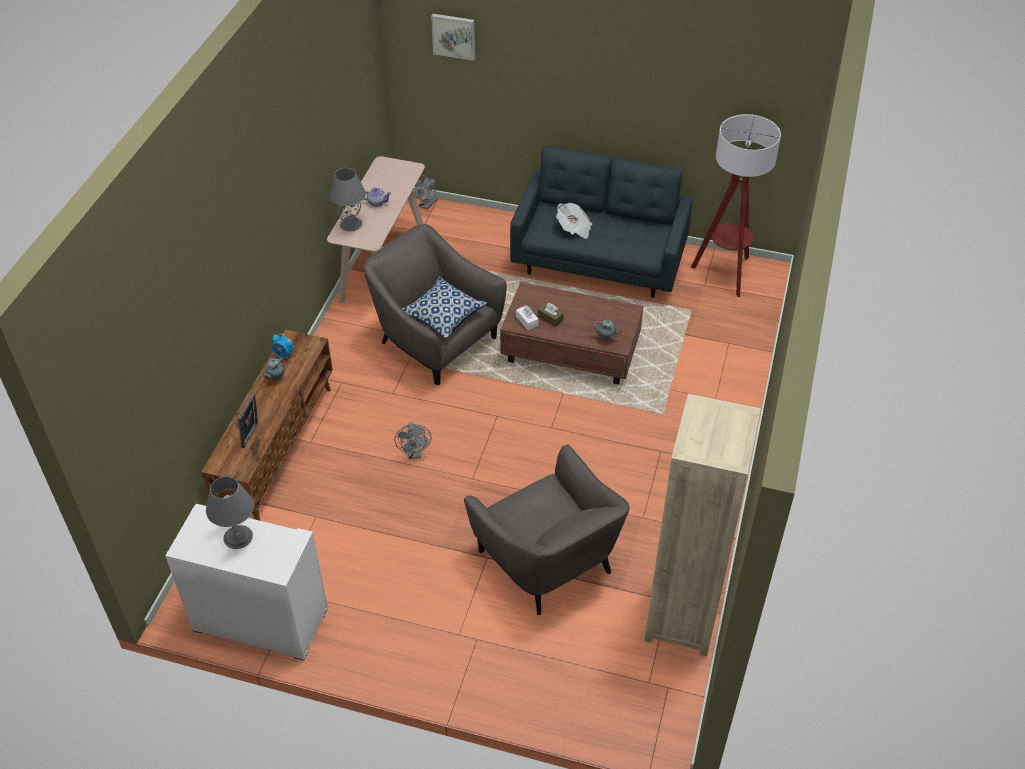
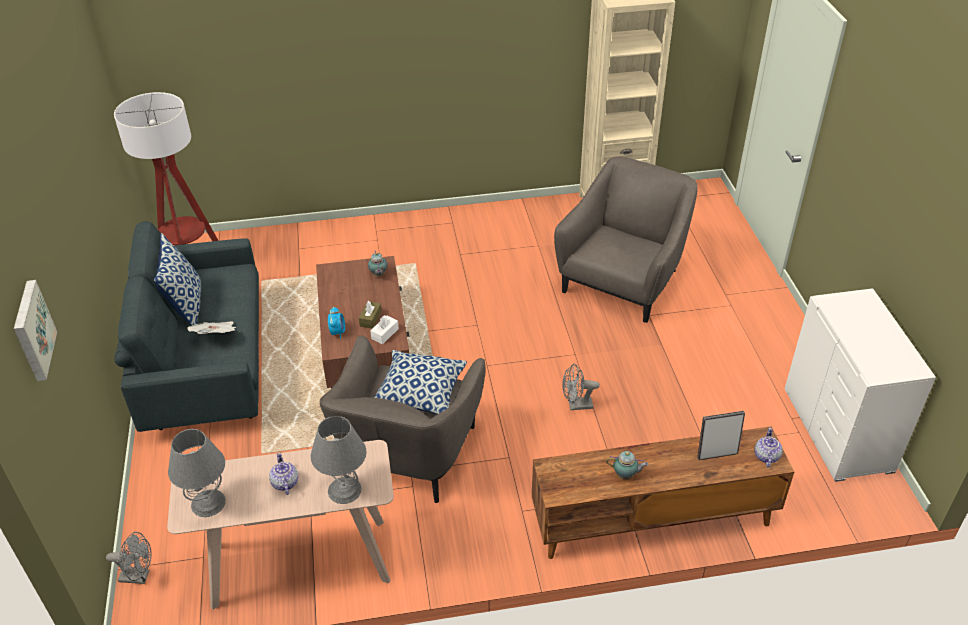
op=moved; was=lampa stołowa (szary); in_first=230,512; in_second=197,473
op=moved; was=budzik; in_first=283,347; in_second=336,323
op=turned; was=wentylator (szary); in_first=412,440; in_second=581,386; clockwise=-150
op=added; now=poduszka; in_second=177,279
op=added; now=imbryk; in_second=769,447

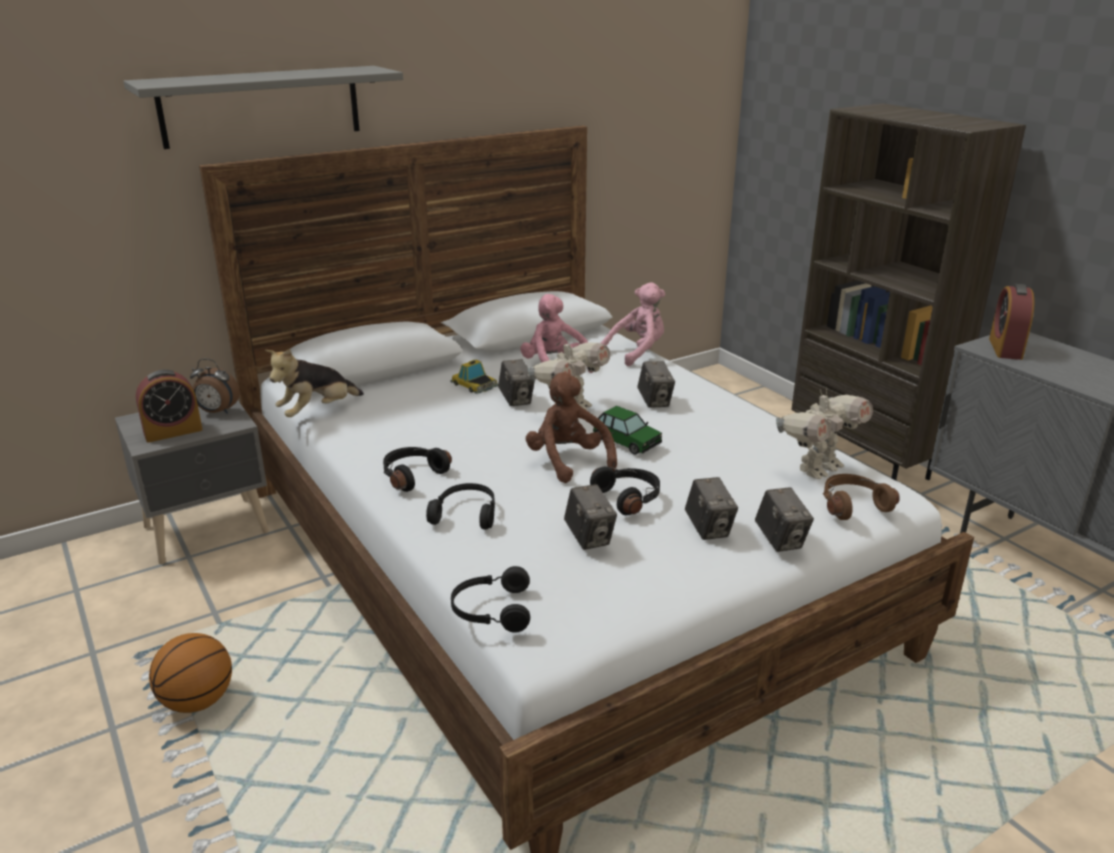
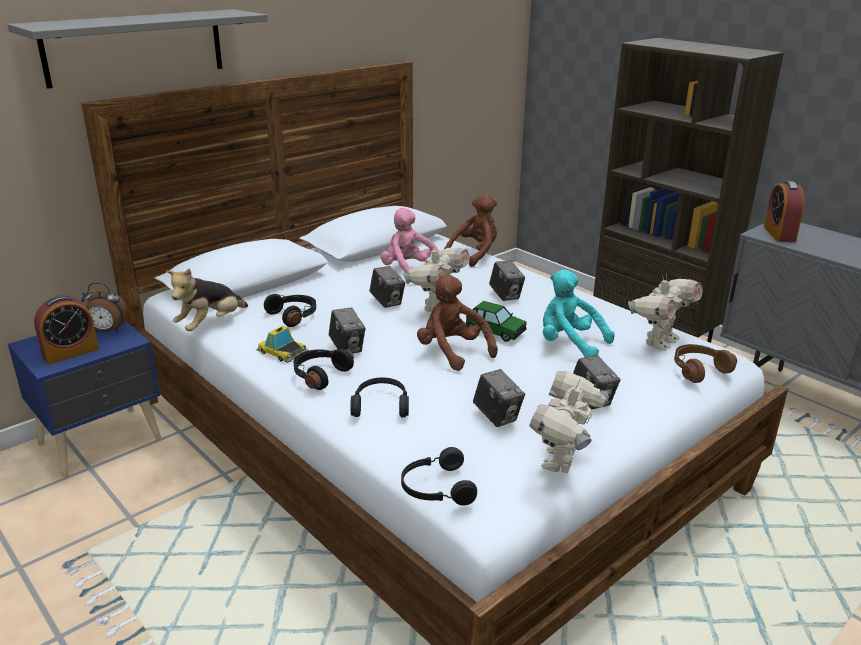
op=recoloured; was=szafka nocna (szary); now=szafka nocna (niebieski); in_first=192,482; in_second=84,399
op=removed; was=piłka do koszykówki; in_first=190,673
op=moved; was=samochodzik; in_first=474,377; in_second=282,344
op=moved; was=słuchawki (czarny); in_first=625,490; in_second=290,310
op=recoloured; was=pluszak (różowy); now=pluszak (brązowy); in_first=633,324; in_second=470,230
op=moved; was=aparat fotograficzny; in_first=784,519; in_second=347,331
op=added; now=robot zabawkowy; in_second=569,422
op=added; now=pluszak (turkusowy); in_second=579,313

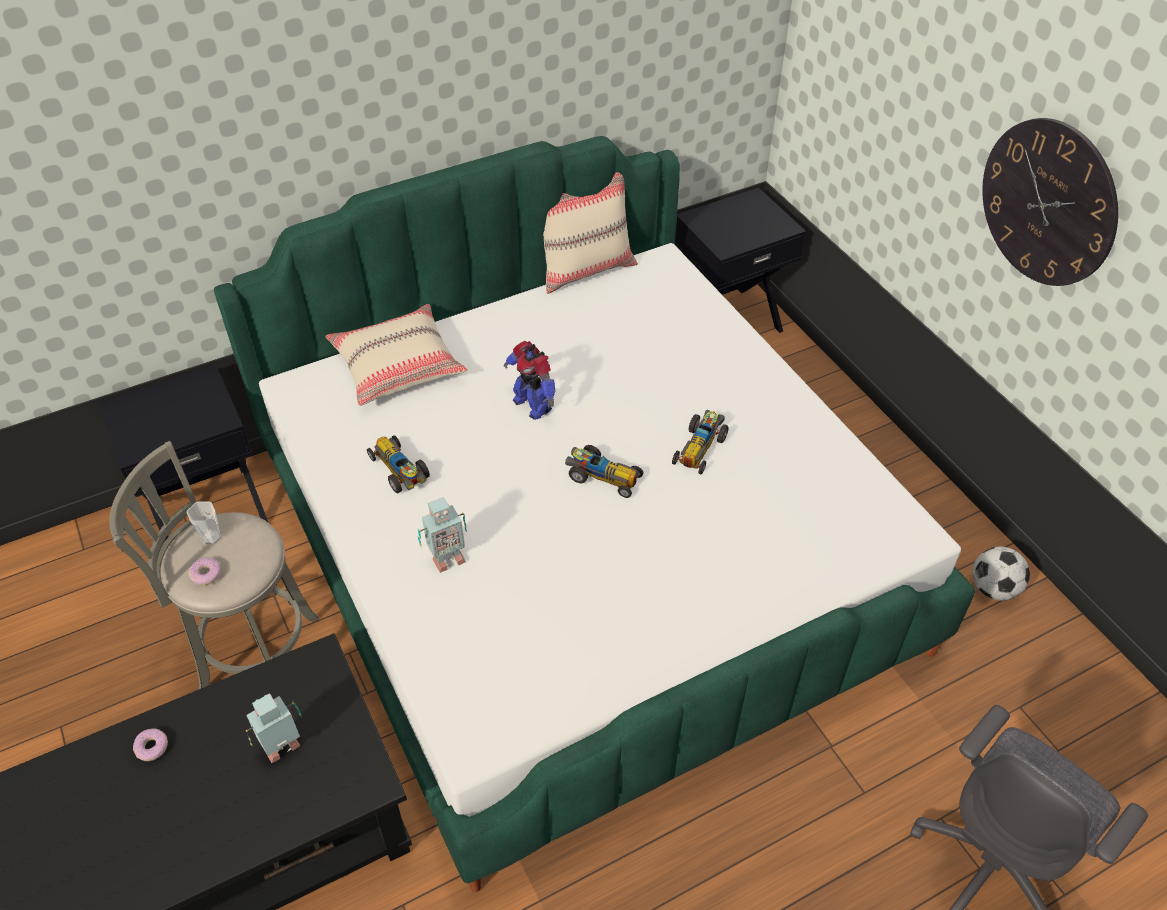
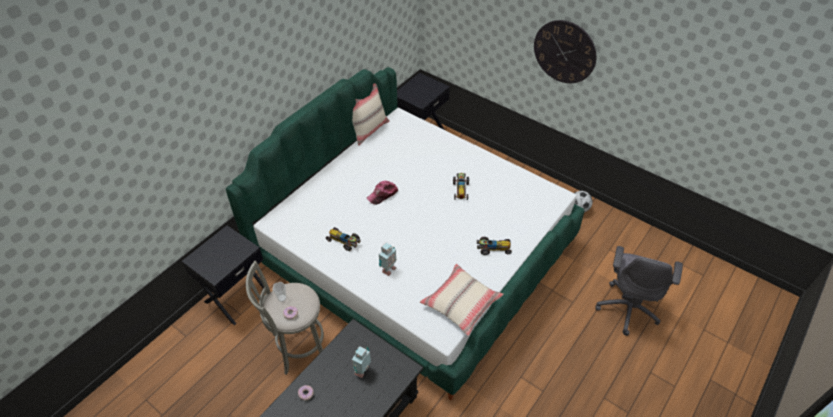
op=moved; was=poduszka (beżowy); in_first=396,355; in_second=462,300
op=replaced; was=robot zabawkowy; now=czapka z daszkiem; in_first=529,380; in_second=382,193
op=moved; was=samochodzik; in_first=604,471; in_second=494,246

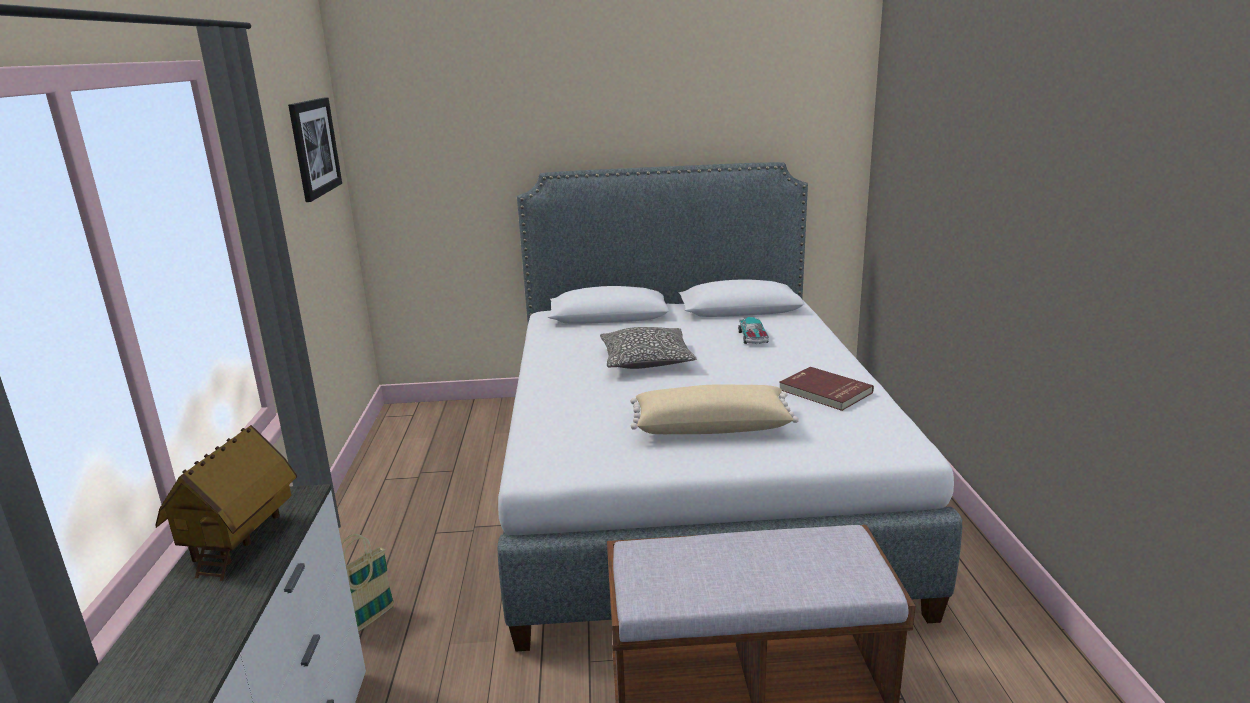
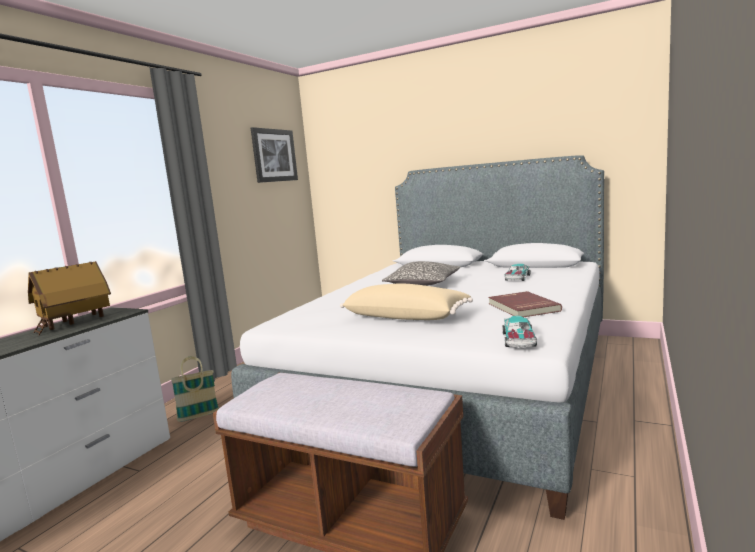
op=added; now=samochodzik; in_second=519,332

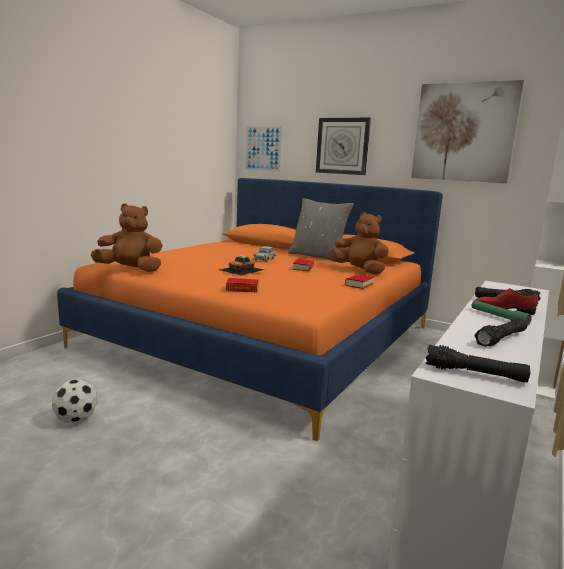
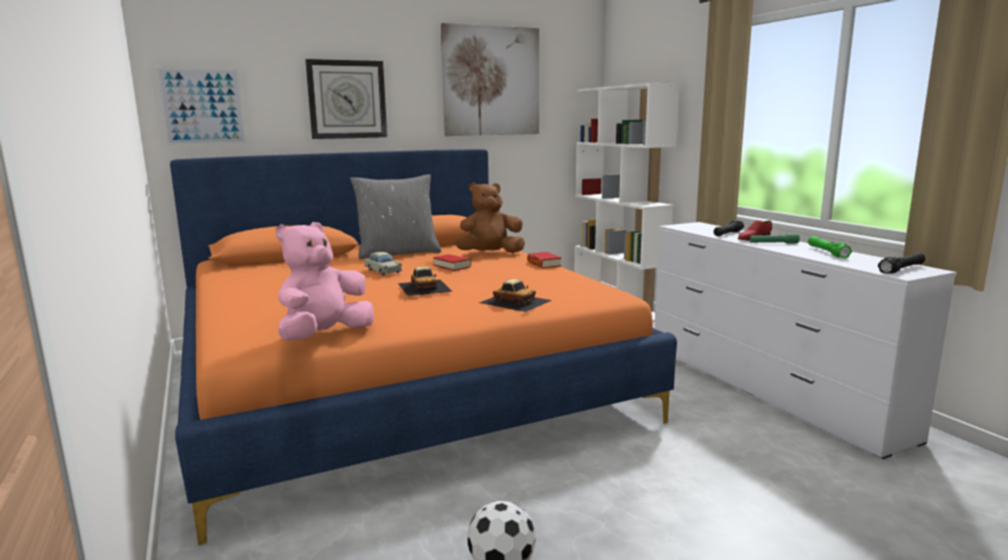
op=recoloured; was=pluszak (brązowy); now=pluszak (różowy); in_first=126,237; in_second=325,281
op=replaced; was=książka; now=samochodzik; in_first=242,285; in_second=515,295
op=recoloured; was=latarka (czarny); now=latarka (zielony); in_first=500,332; in_second=830,247

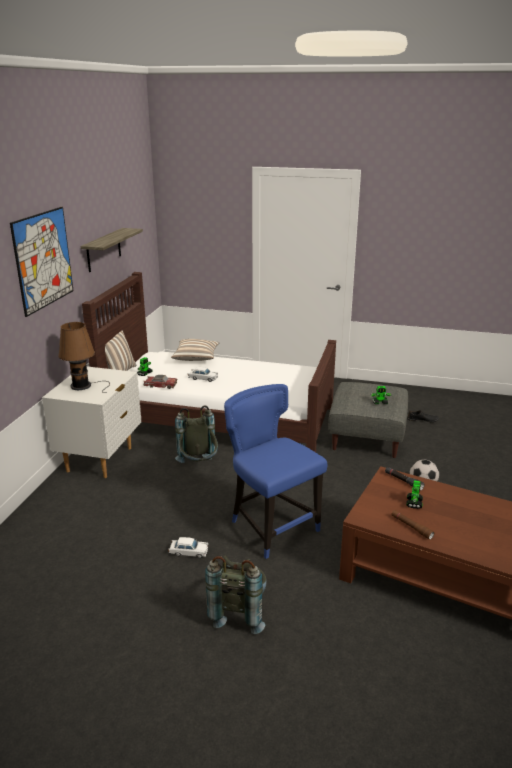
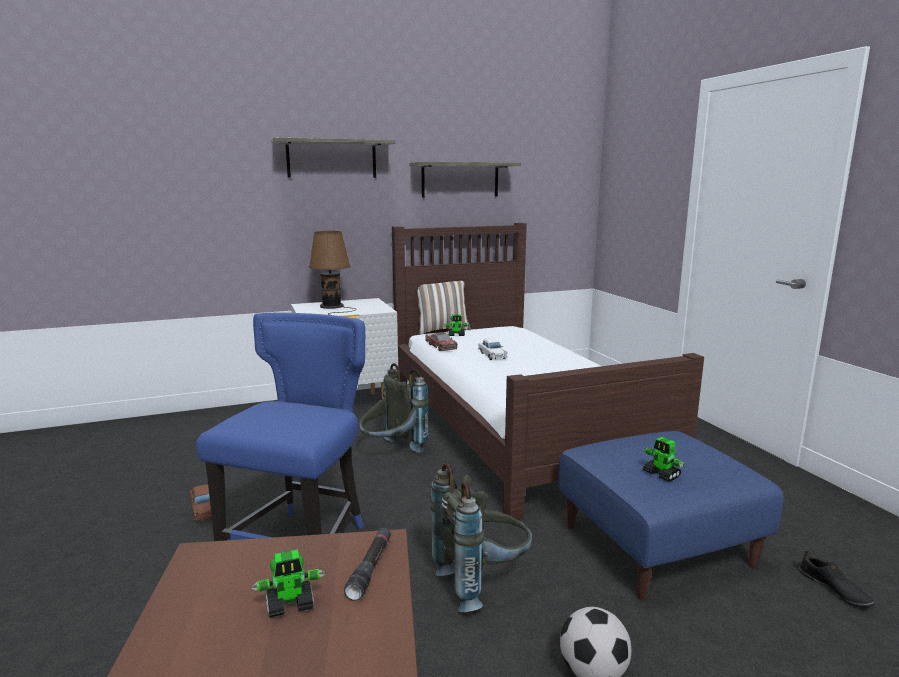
op=replaced; was=obraz; now=półka; in_first=41,262; in_second=333,157
op=recoloured; was=samochodzik (biały); now=samochodzik (brązowy); in_first=188,547; in_second=201,502
op=removed; was=poduszka; in_first=195,350
op=moved; was=plecak (szary); in_first=235,595; in_second=481,537
op=recoloured; was=pufa (szary); now=pufa (niebieski); in_first=368,420; in_second=671,515
op=removed; was=latarka (brązowy); in_first=413,525

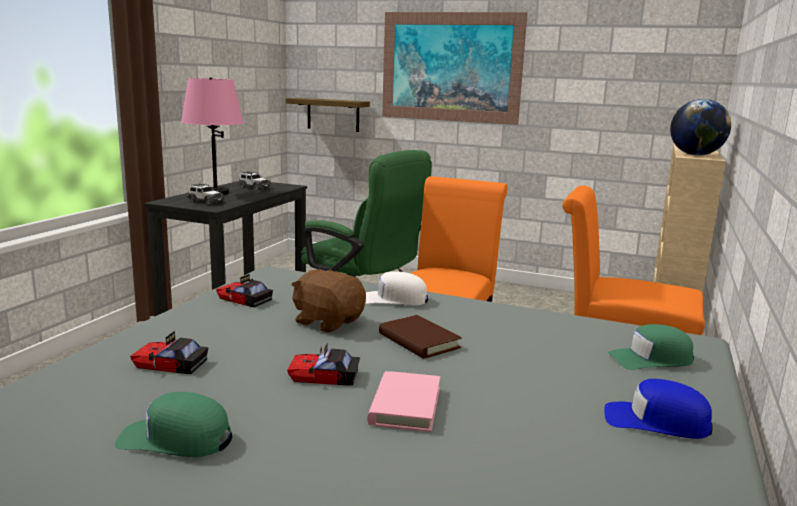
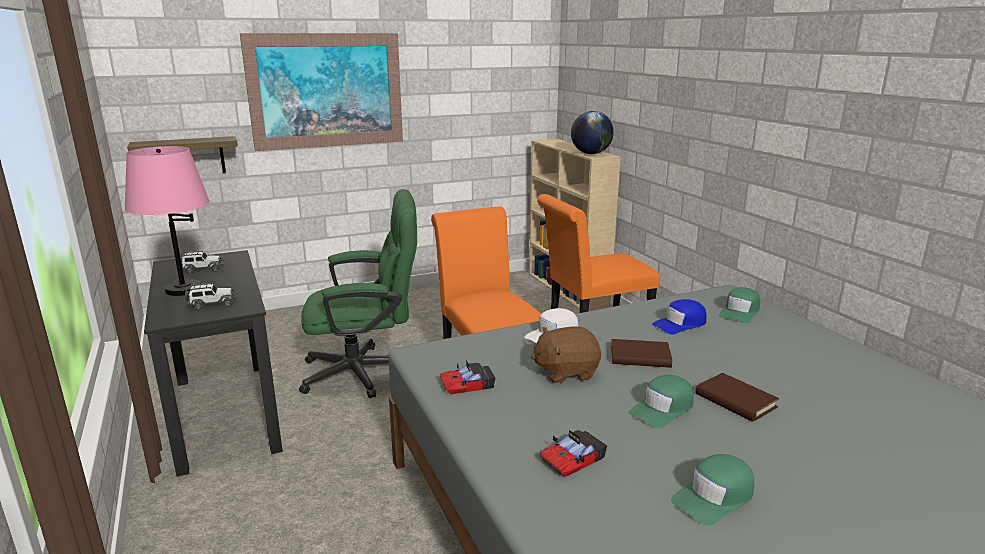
op=replaced; was=samochodzik; now=czapka z daszkiem (zielony); in_first=323,363; in_second=661,401
op=recoloured; was=książka (różowy); now=książka (brązowy); in_first=403,401; in_second=737,397
op=moved; was=czapka z daszkiem (niebieski); in_first=658,409; in_second=679,317

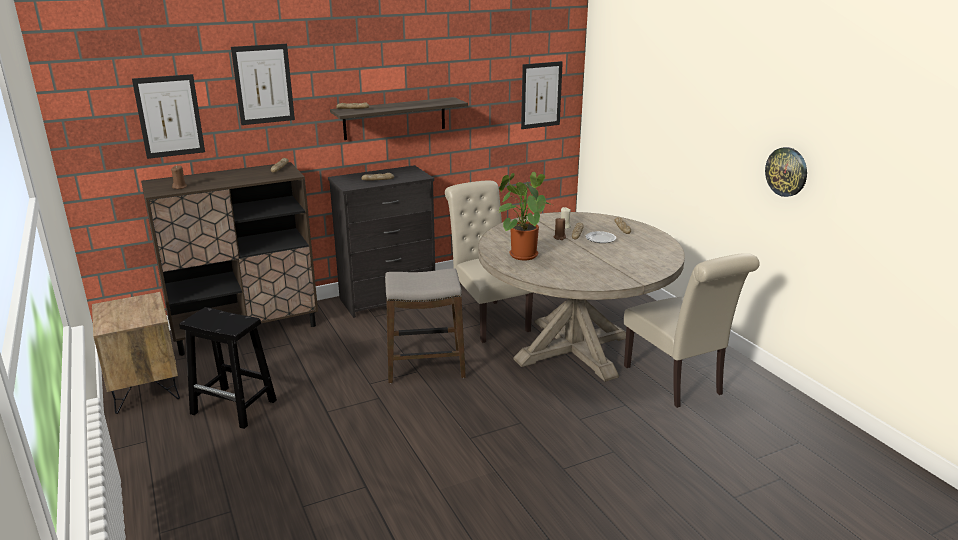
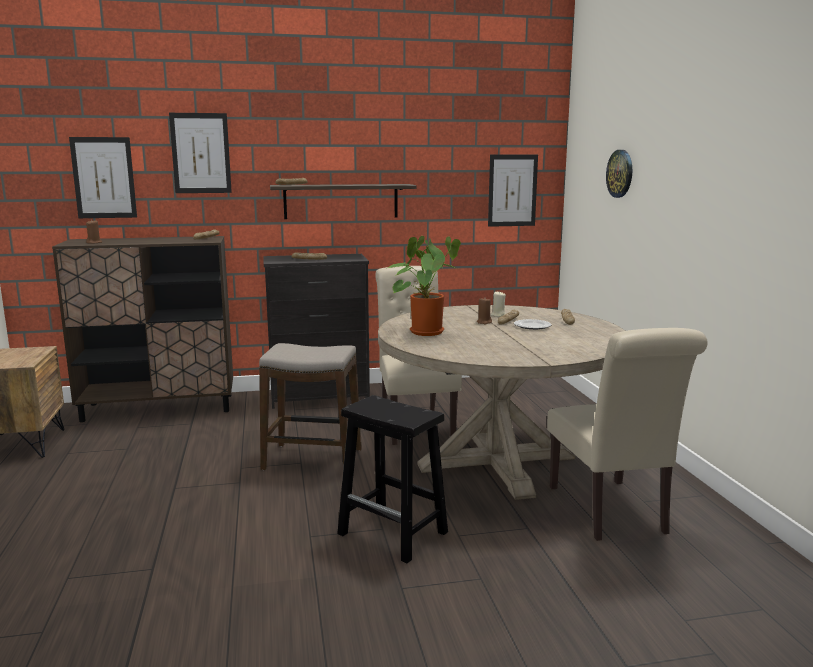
op=moved; was=stołek (czarny); in_first=228,368; in_second=392,479
op=moved; was=zegar ścienny; in_first=786,172; in_second=619,174

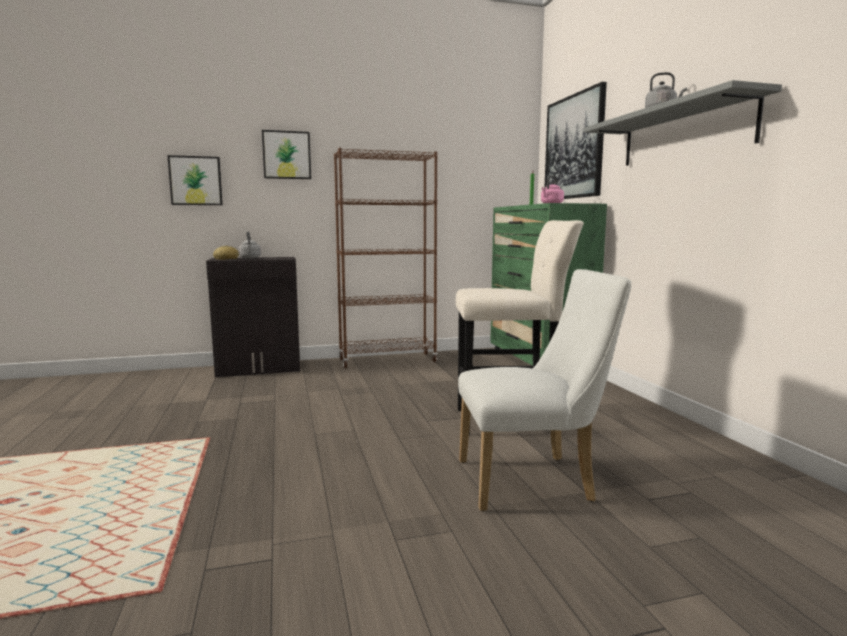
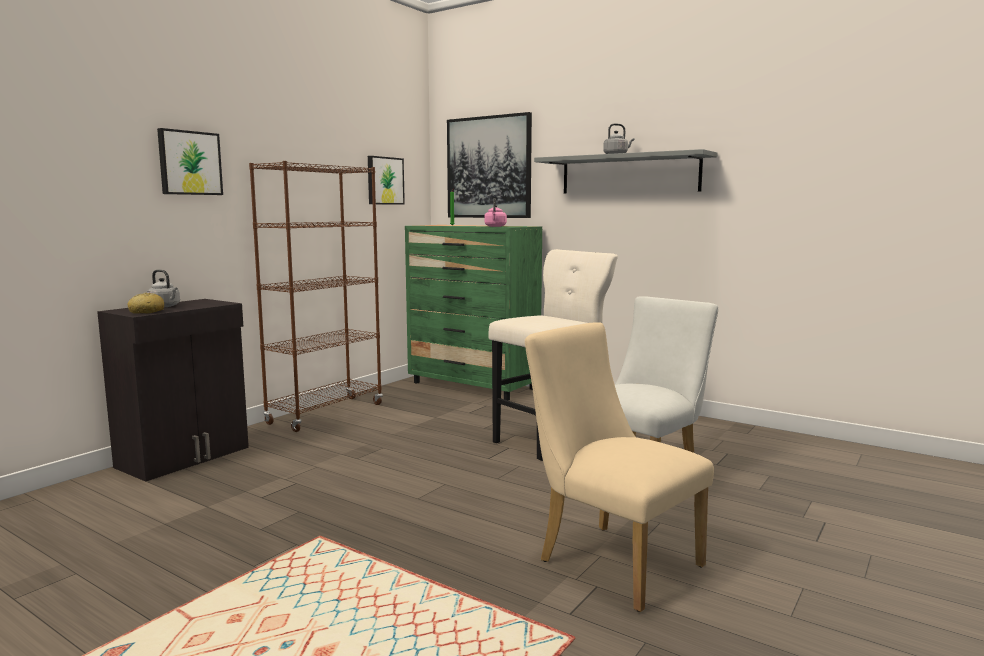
op=moved; was=obraz; in_first=195,180; in_second=386,180
op=added; now=krzesło (beżowy); in_second=619,467

